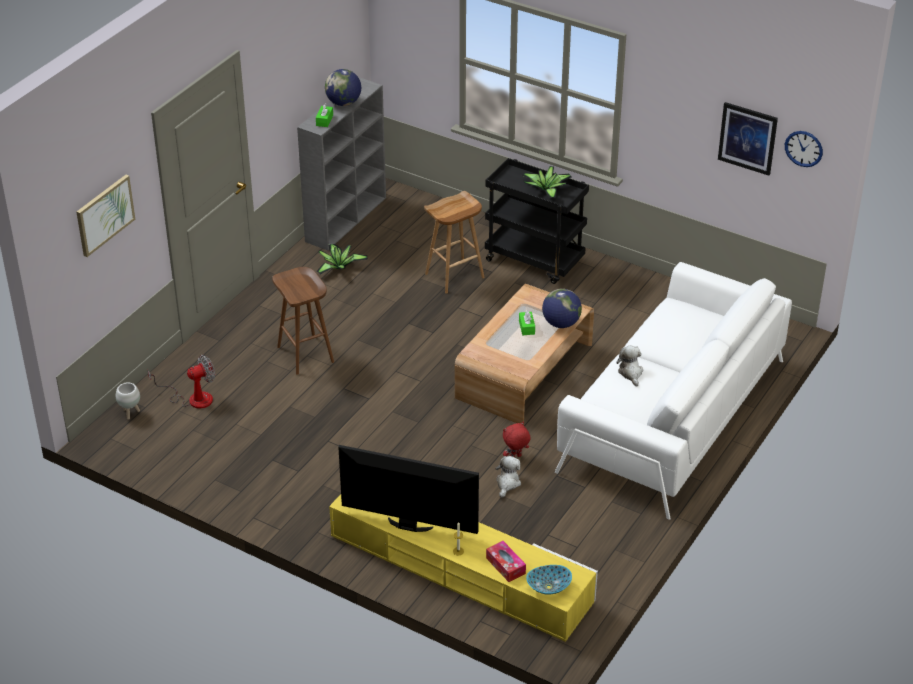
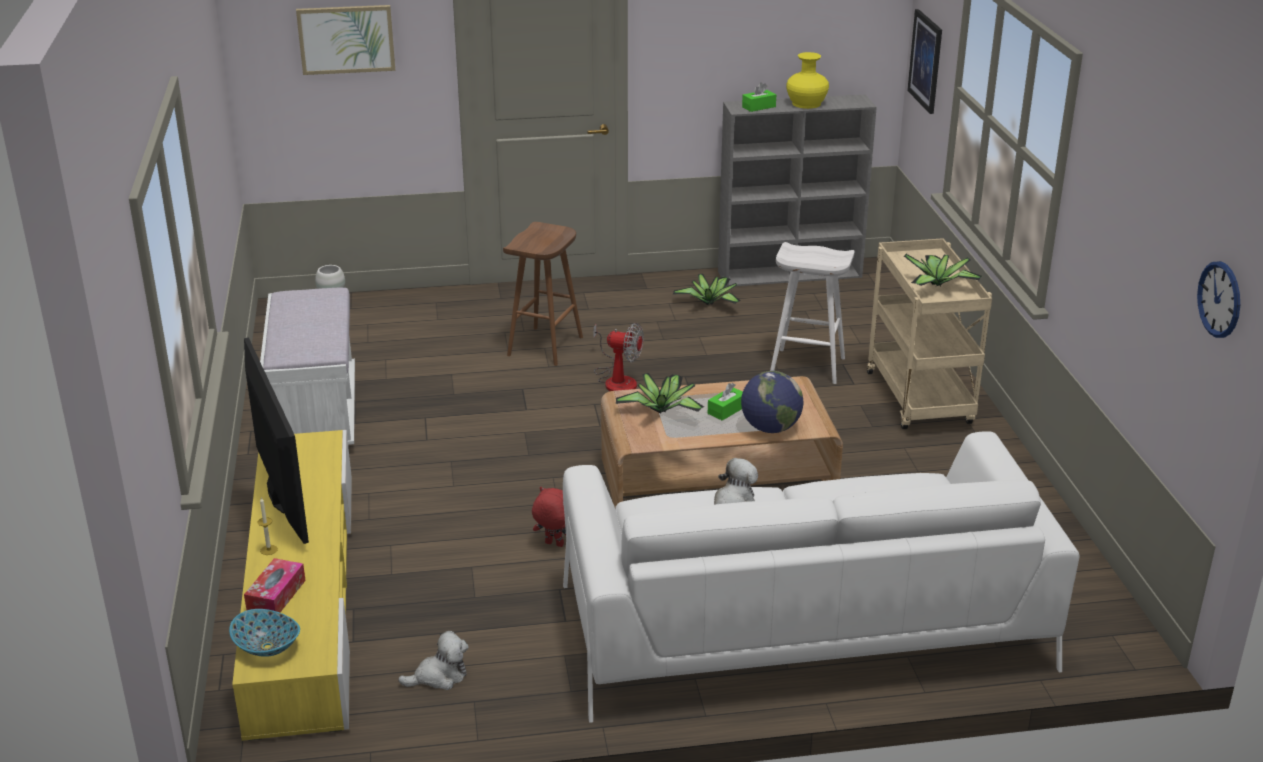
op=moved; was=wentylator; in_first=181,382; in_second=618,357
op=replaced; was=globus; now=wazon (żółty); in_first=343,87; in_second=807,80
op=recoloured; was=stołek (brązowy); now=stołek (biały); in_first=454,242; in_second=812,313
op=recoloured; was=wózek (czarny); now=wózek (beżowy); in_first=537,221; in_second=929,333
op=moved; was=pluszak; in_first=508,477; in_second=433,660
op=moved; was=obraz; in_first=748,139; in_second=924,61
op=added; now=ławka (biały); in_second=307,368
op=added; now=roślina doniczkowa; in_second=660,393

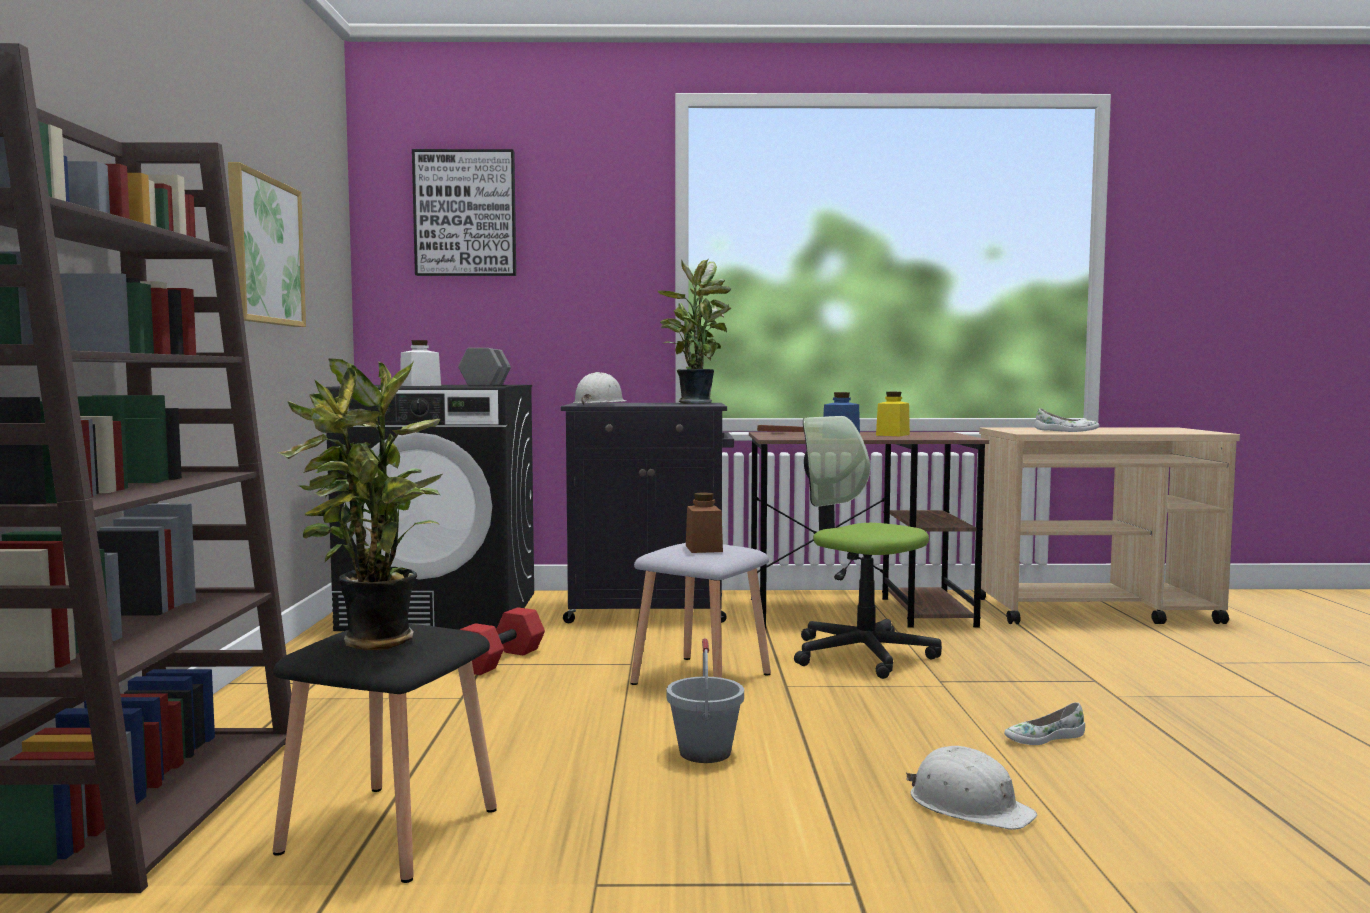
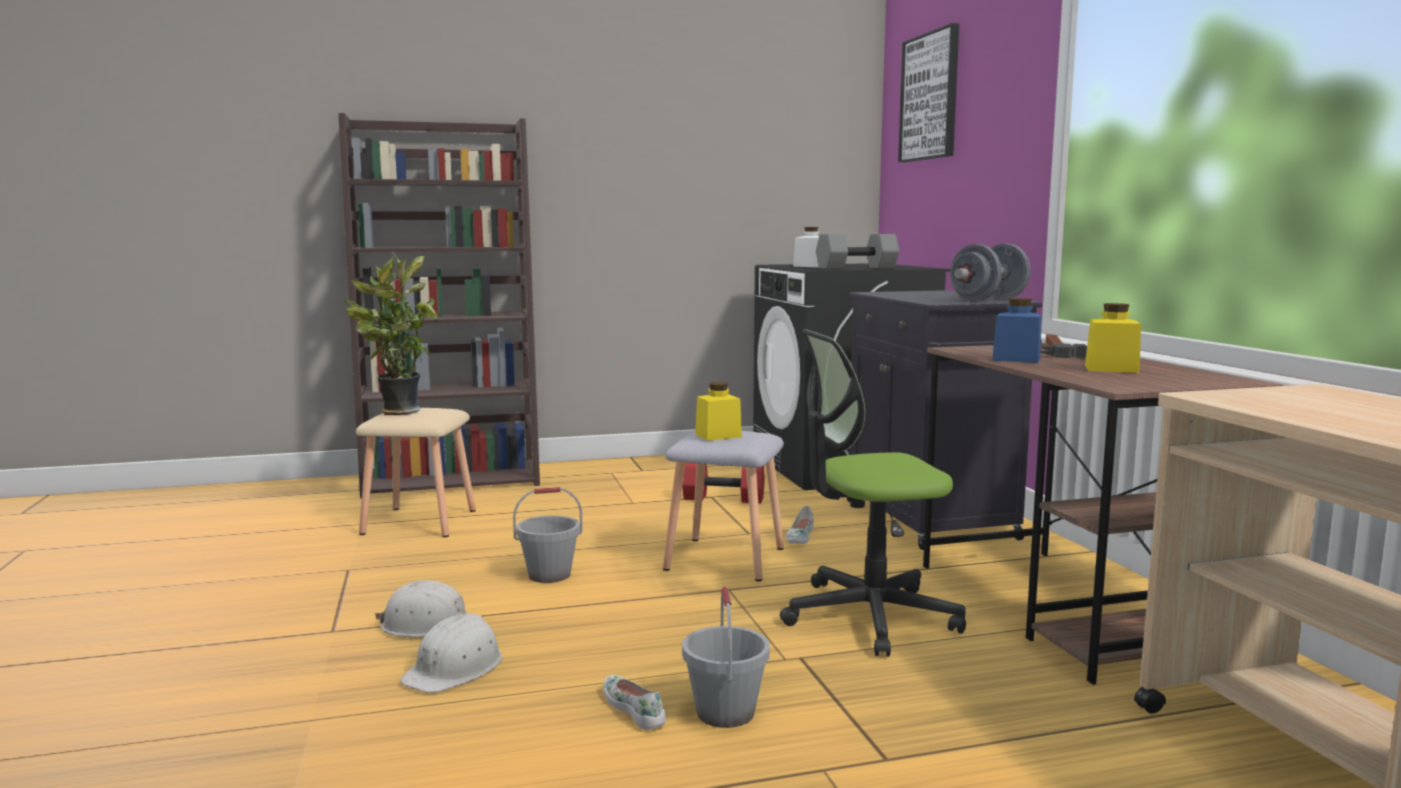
op=removed; was=obraz; in_first=267,244
op=recoloured; was=stołek (czarny); now=stołek (beżowy); in_first=385,753; in_second=416,472
op=moved; was=kask (biały); in_first=599,388; in_second=429,608
op=replaced; was=roślina doniczkowa; now=hantel (szary); in_first=695,332; in_second=990,272
op=recoloured; was=słoik (brązowy); now=słoik (żółty); in_first=704,522; in_second=718,411
op=turned; was=krzesło biurowe; in_first=868,547; in_second=873,493; clockwise=-135
op=moved; was=but (biały); in_first=1067,420; in_second=800,525
op=added; now=wiadro (szary); in_second=726,657

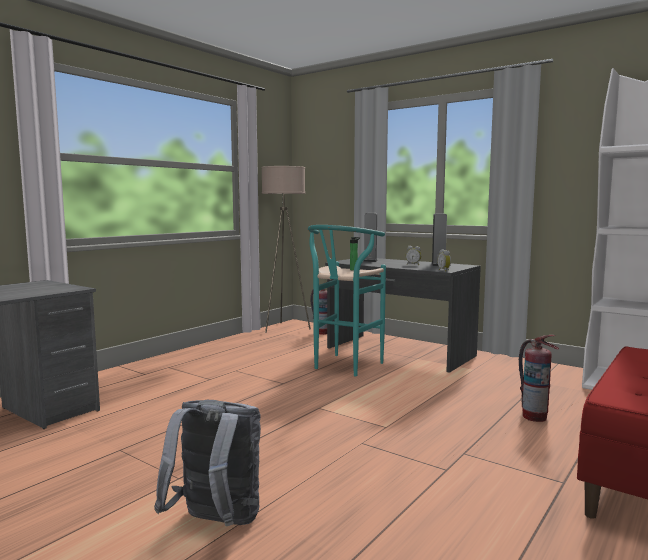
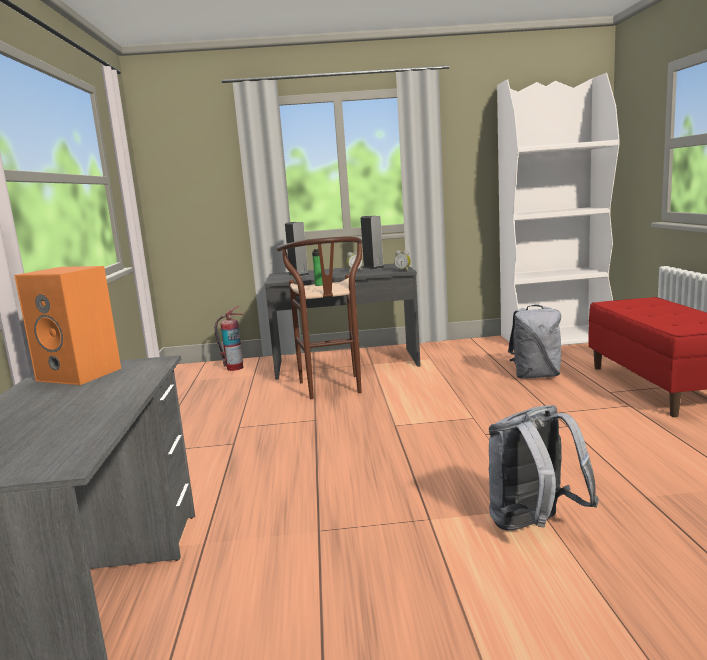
op=removed; was=lampa stojąca (beżowy); in_first=286,249
op=recoloured; was=stołek (turkusowy); now=stołek (brązowy); in_first=347,300; in_second=319,318
op=replaced; was=gaśnica; now=plecak (szary); in_first=539,378; in_second=534,342
op=added; now=głośnik (pomarańczowy); in_second=67,325

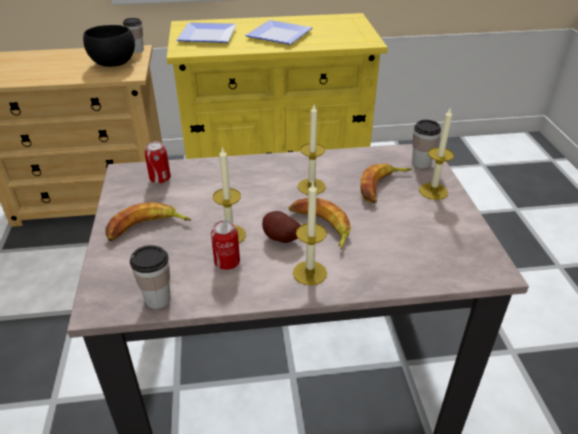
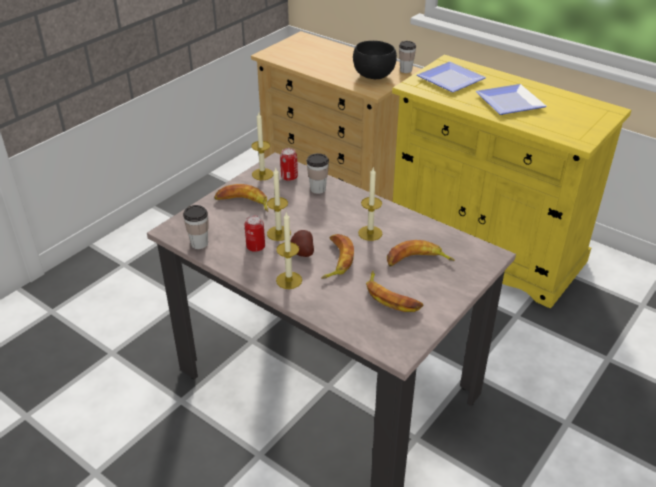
op=moved; was=filiżanka; in_first=426,144; in_second=317,173
op=moved; was=świeca; in_first=436,153; in_second=262,146
op=added; now=banan; in_second=395,291

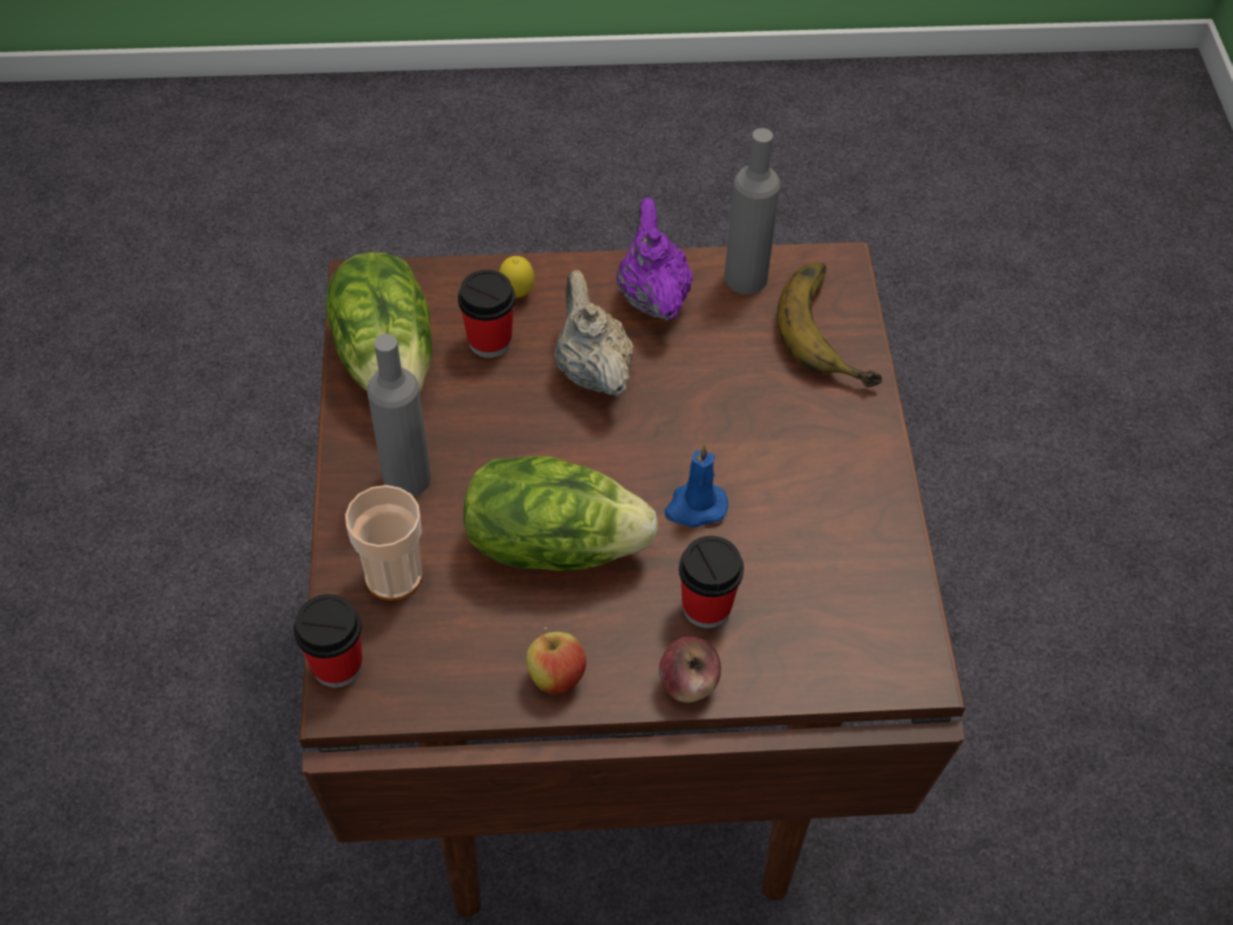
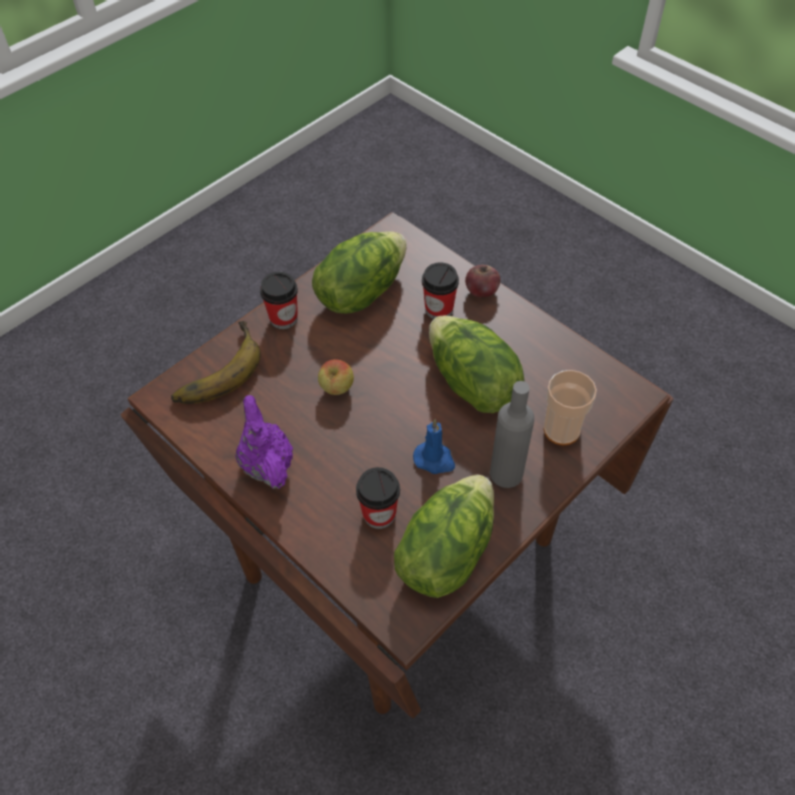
op=moved; was=filiżanka; in_first=327,641; in_second=279,300
op=removed; was=cytryna; in_first=516,277
op=moved; was=jabłko; in_first=556,661; in_second=336,377
op=removed; was=imbryk (beżowy); in_first=594,333
op=turned; was=imbryk (fioletowy); in_first=654,259; in_second=264,442; clockwise=120
op=moved; was=świeca (niebieski); in_first=696,485; in_second=434,446
op=removed; was=butelka (szary); in_first=752,211
op=added; now=sałata; in_second=359,272

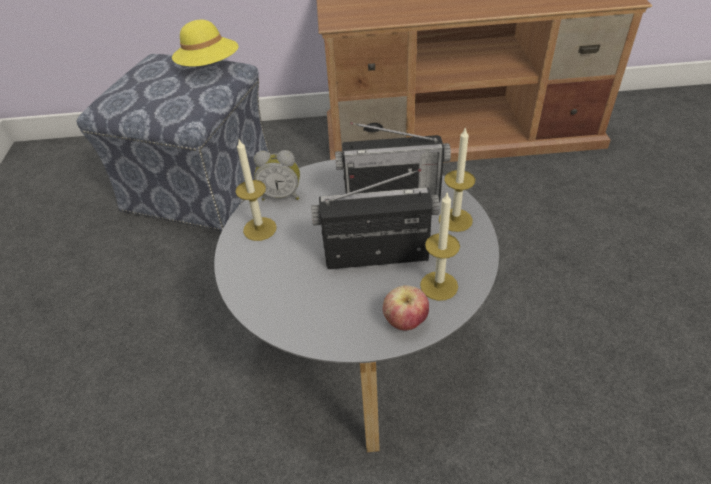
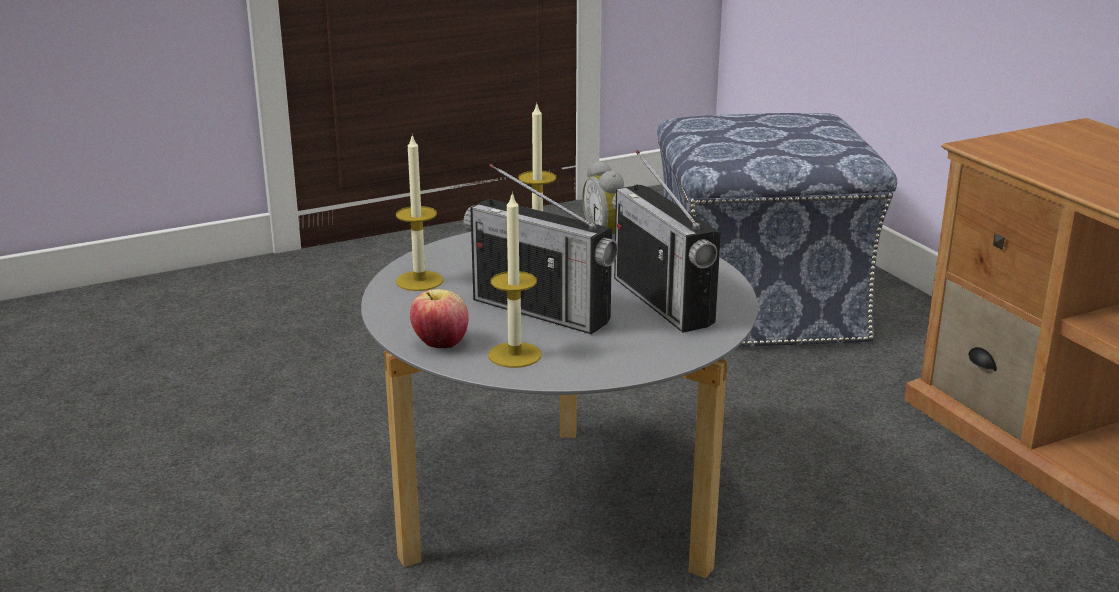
op=removed; was=kapelusz (żółty); in_first=205,43
op=turned; was=radio; in_first=375,219; in_second=540,249; clockwise=150
op=moved; was=świeca; in_first=457,179; in_second=419,212

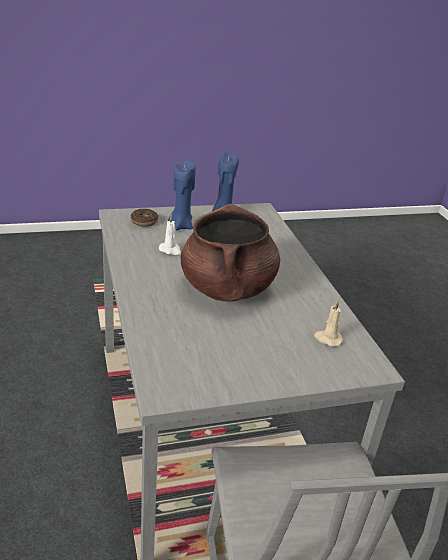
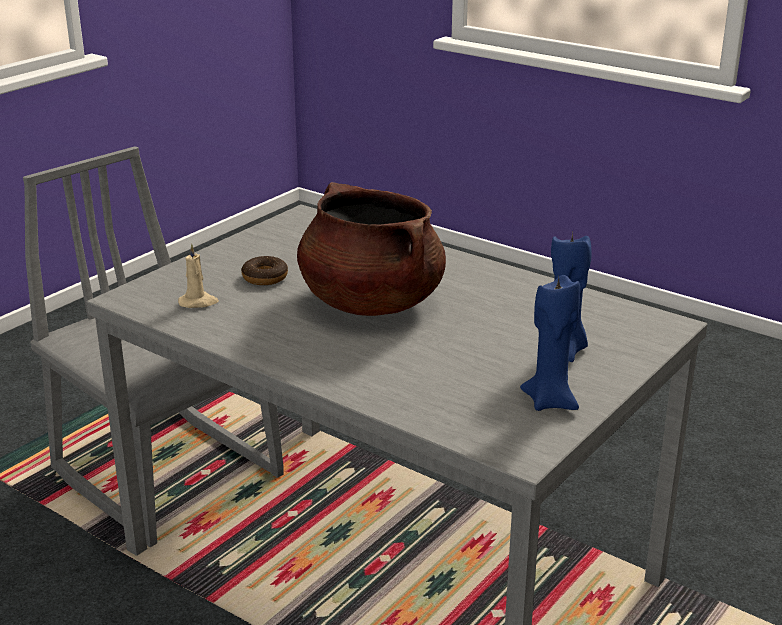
op=moved; was=donut; in_first=144,218; in_second=264,270
op=removed; was=świeca (biały); in_first=170,235

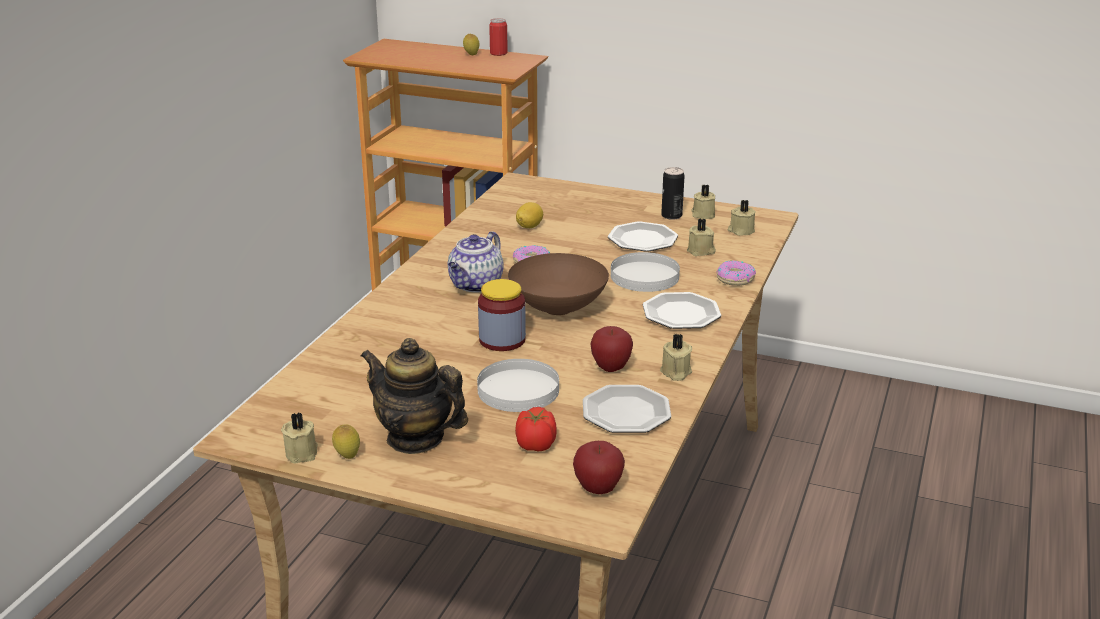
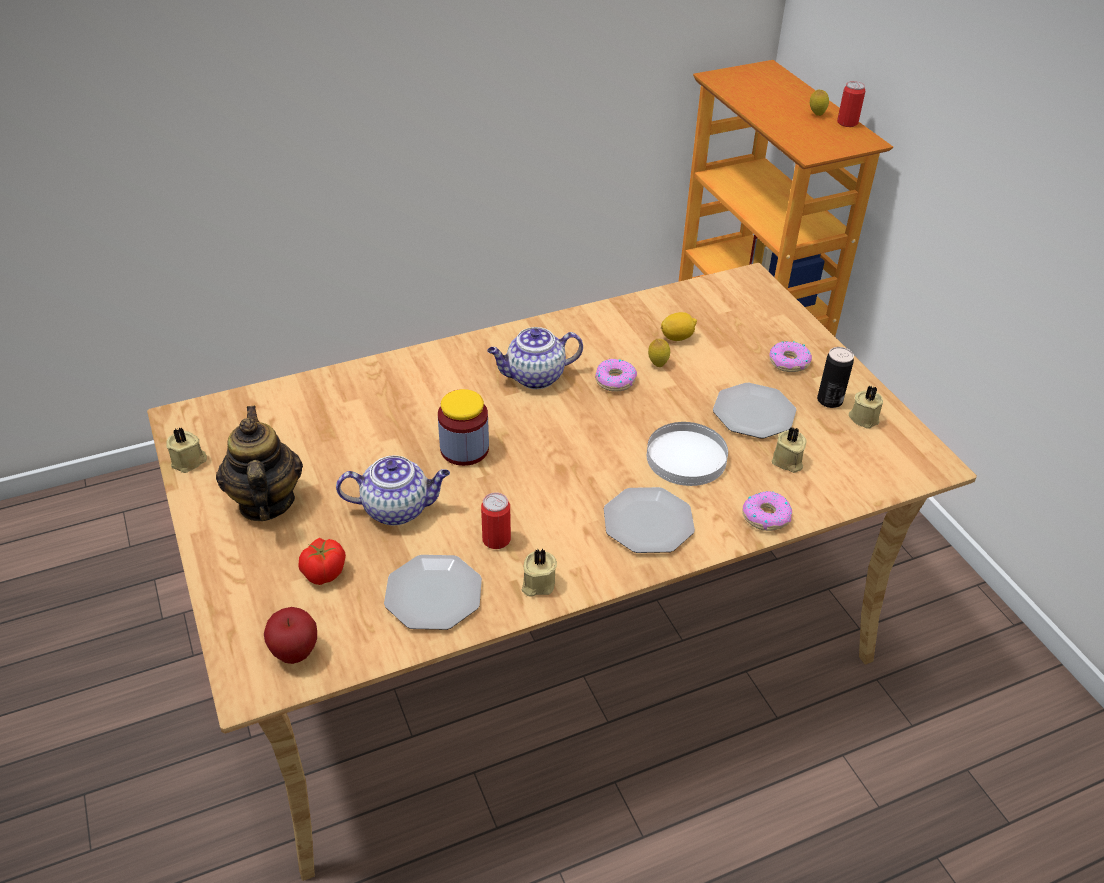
op=moved; was=cytryna; in_first=346,442; in_second=659,353
op=replaced; was=talerz (biały); now=imbryk; in_first=518,385; in_second=393,490
op=removed; was=miska (brązowy); in_first=558,284
op=replaced; was=jabłko; now=puszka; in_first=612,349; in_second=496,520
op=removed; was=świeca (beżowy); in_first=742,218
op=added; now=donut; in_second=790,356

